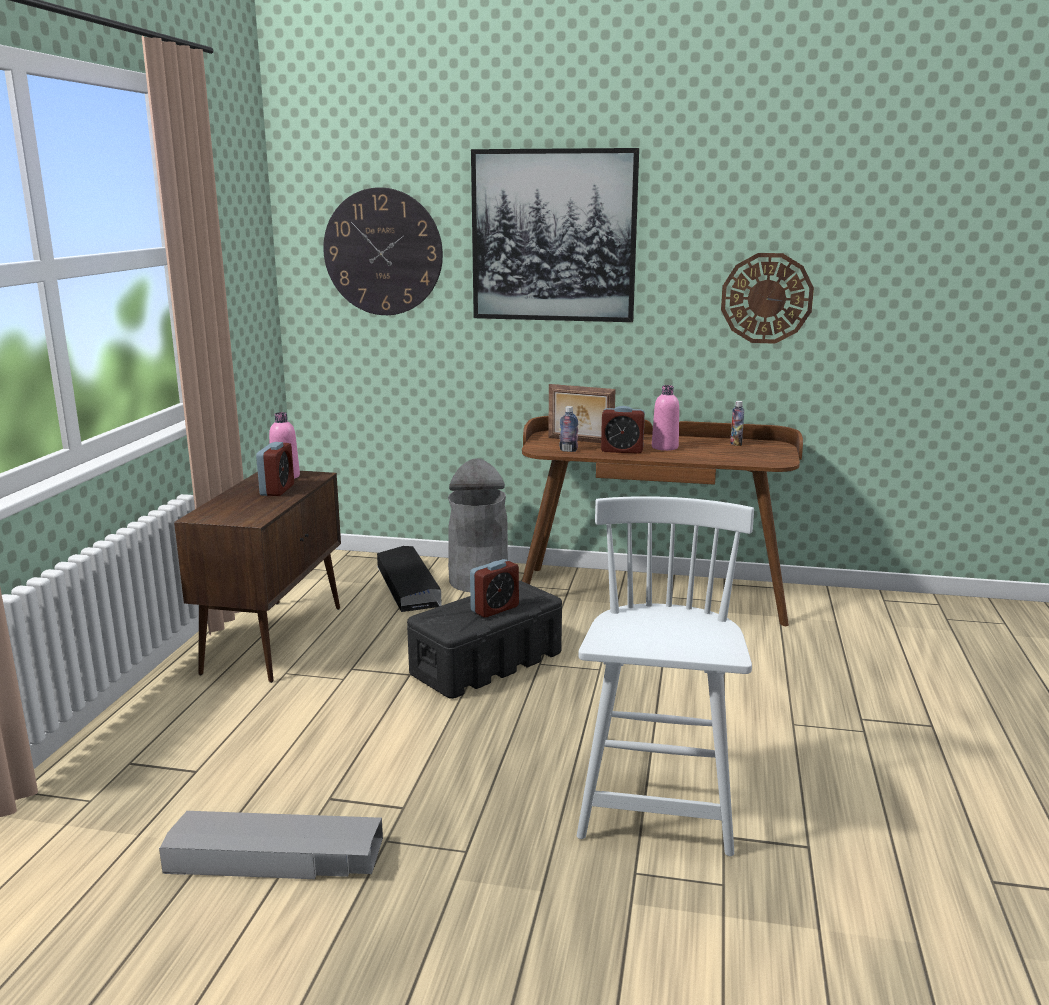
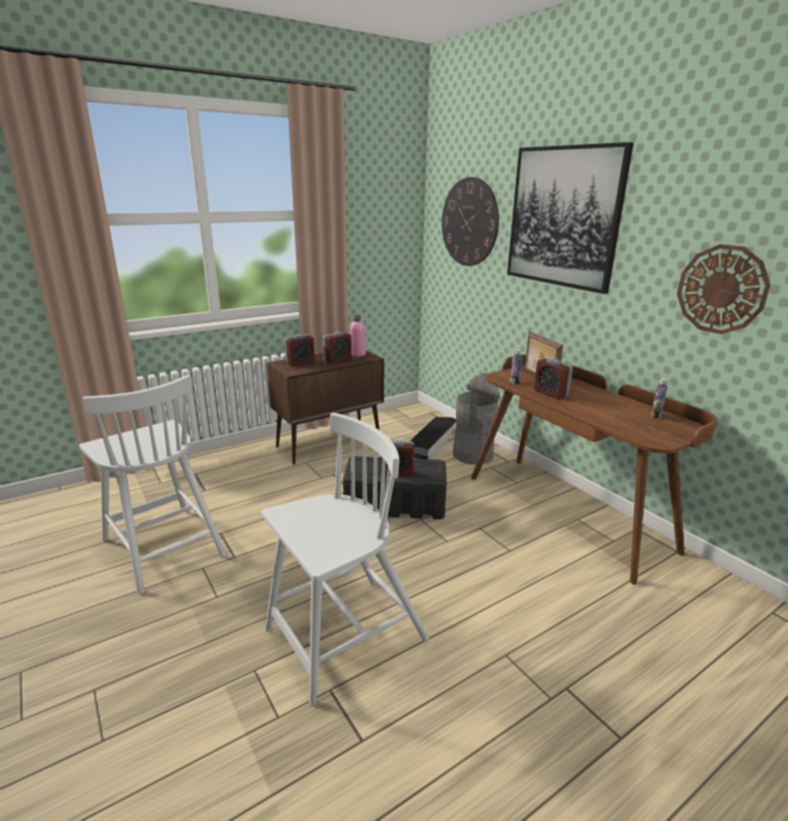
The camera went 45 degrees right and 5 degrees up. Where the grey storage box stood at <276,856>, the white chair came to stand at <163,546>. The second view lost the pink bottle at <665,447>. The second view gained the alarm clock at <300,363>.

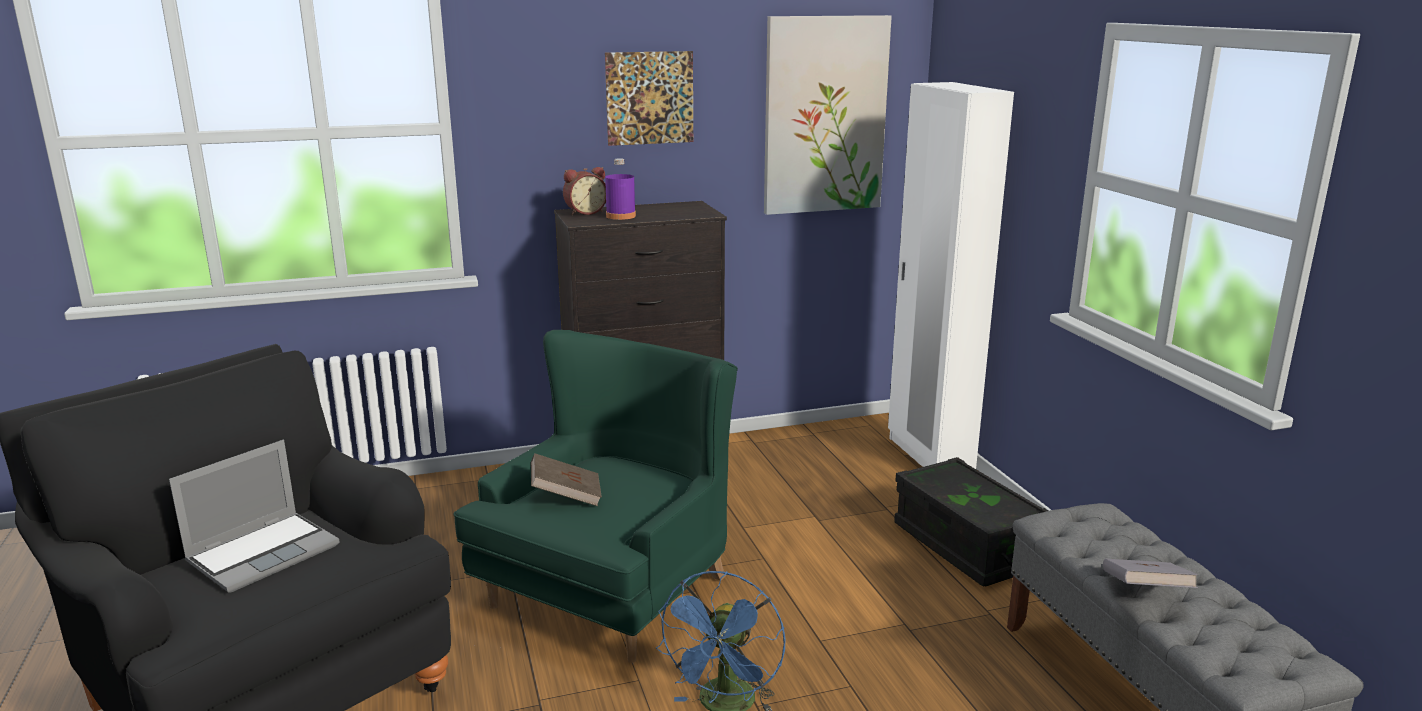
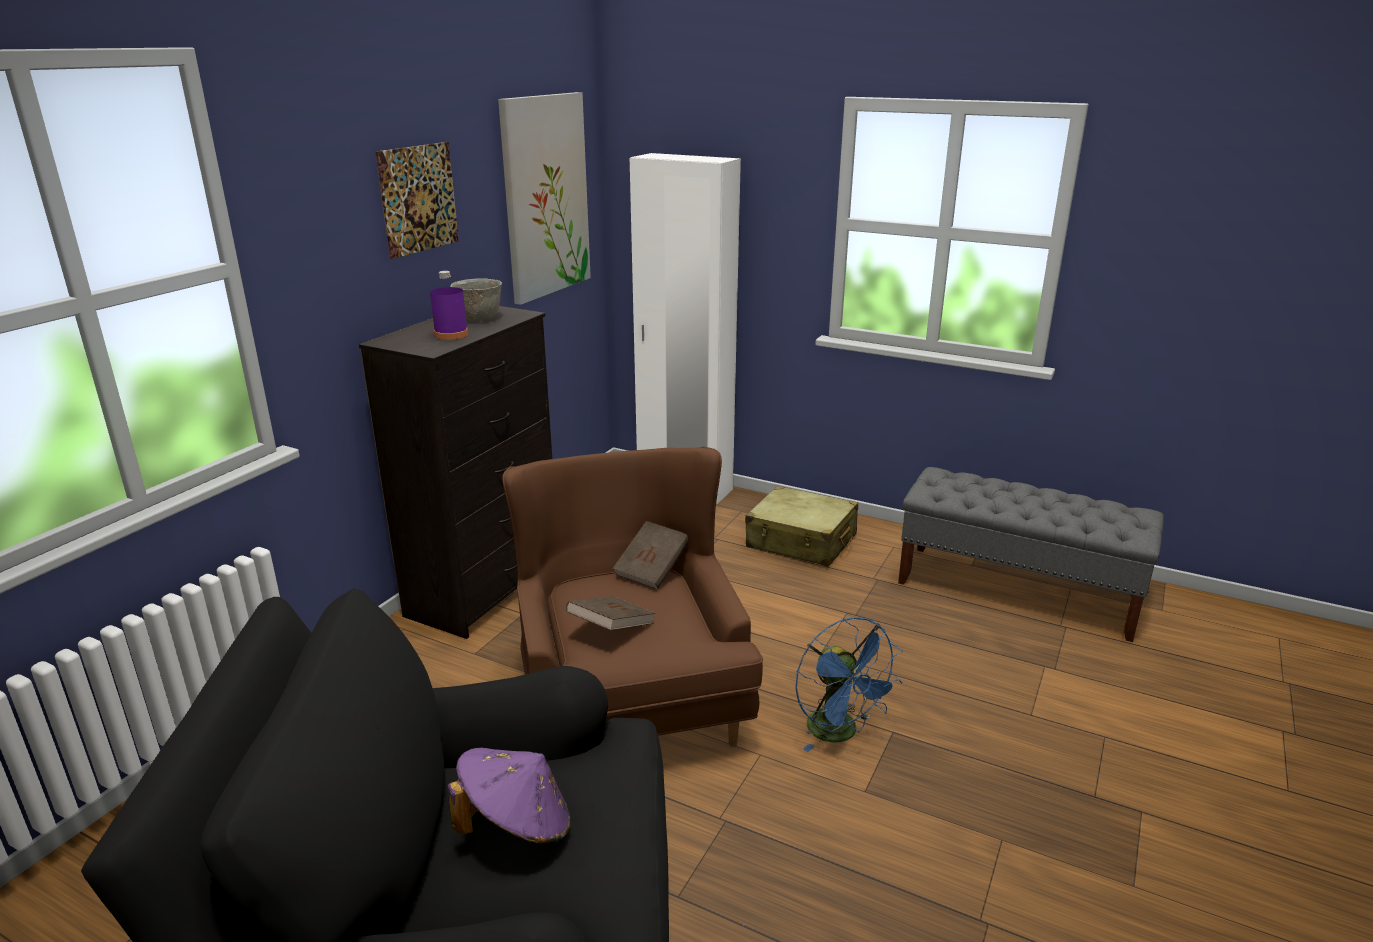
The camera went 45 degrees left and 5 degrees up. Where the laptop stood at <264,552>, the purple hat came to stand at <516,825>. What was the green armchair at <614,587> turned into the brown armchair at <629,700>. The second view lost the alarm clock at <585,212>. Where the black storage box stood at <966,546>, the beige suitcase came to stand at <801,541>. The second view lost the grey book at <1144,592>. The second view gained the grey bowl at <478,319>. The second view gained the brown book at <652,570>.

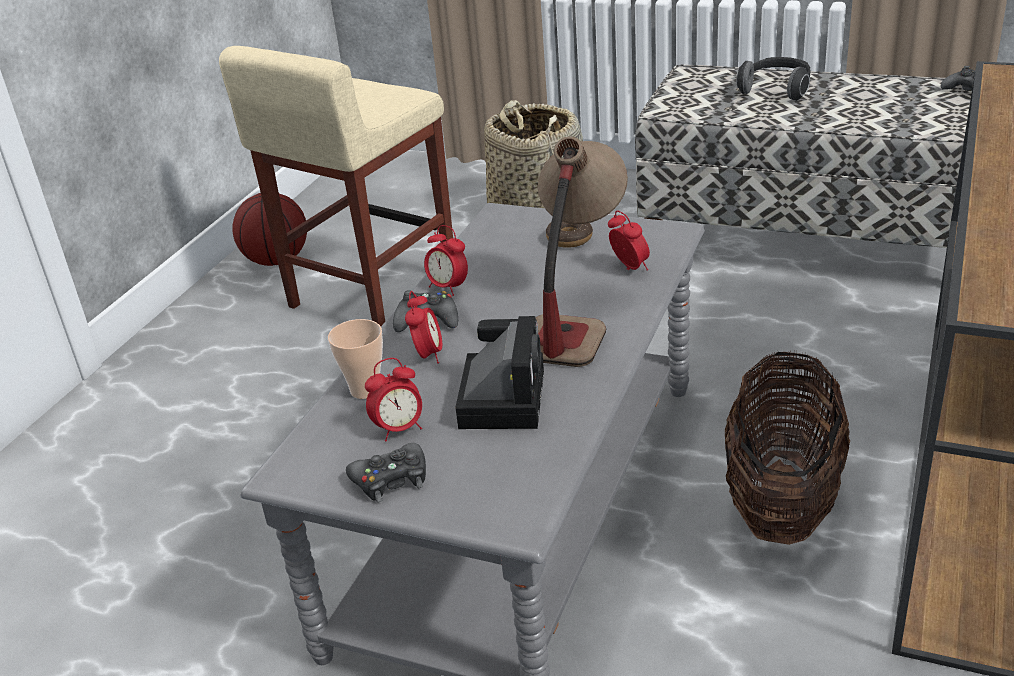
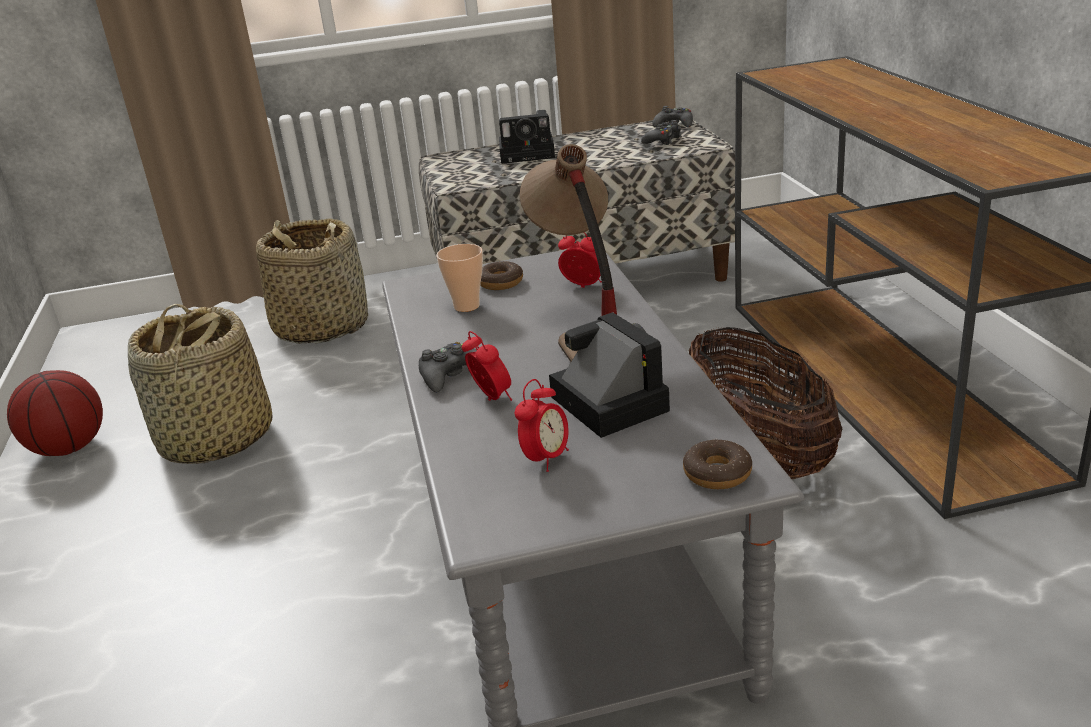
The camera went 35 degrees left and 5 degrees down. Where the beige stool stood at <371,292>, the basket came to stand at <215,440>. The cup ended up elsewhere, having gone from <365,390> to <466,306>. The black game controller ended up elsewhere, having gone from <391,480> to <663,140>. The second view lost the alarm clock at <448,287>. Where the headphones stood at <776,90>, the photo camera came to stand at <530,154>. The second view gained the donut at <717,473>.

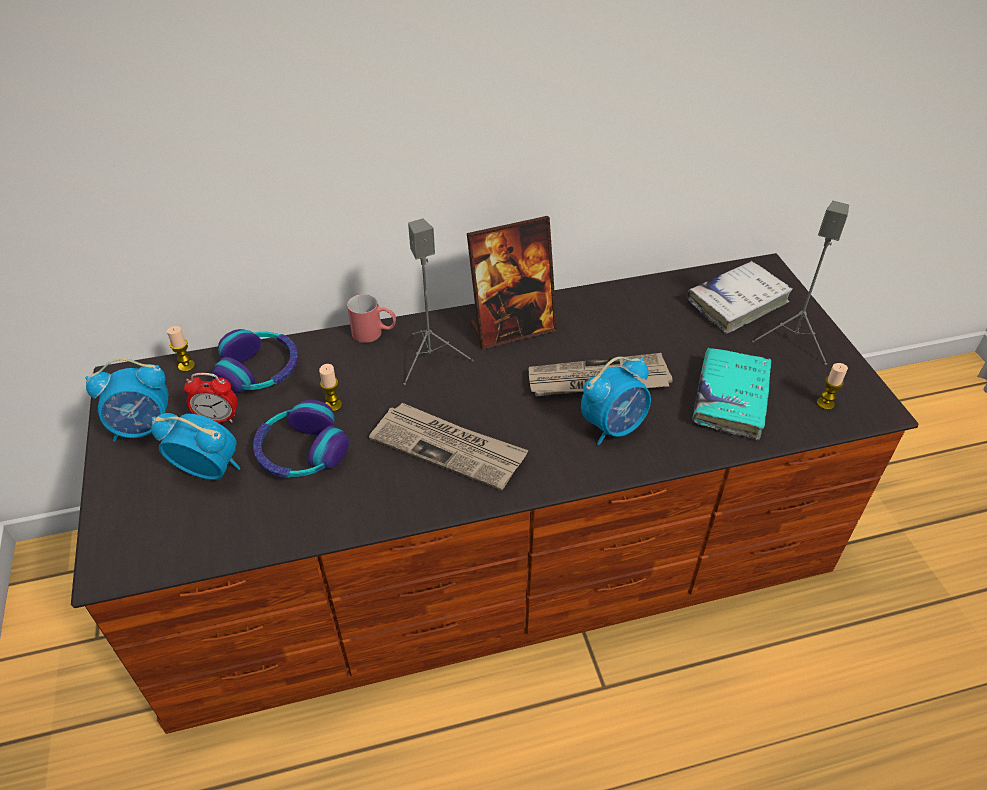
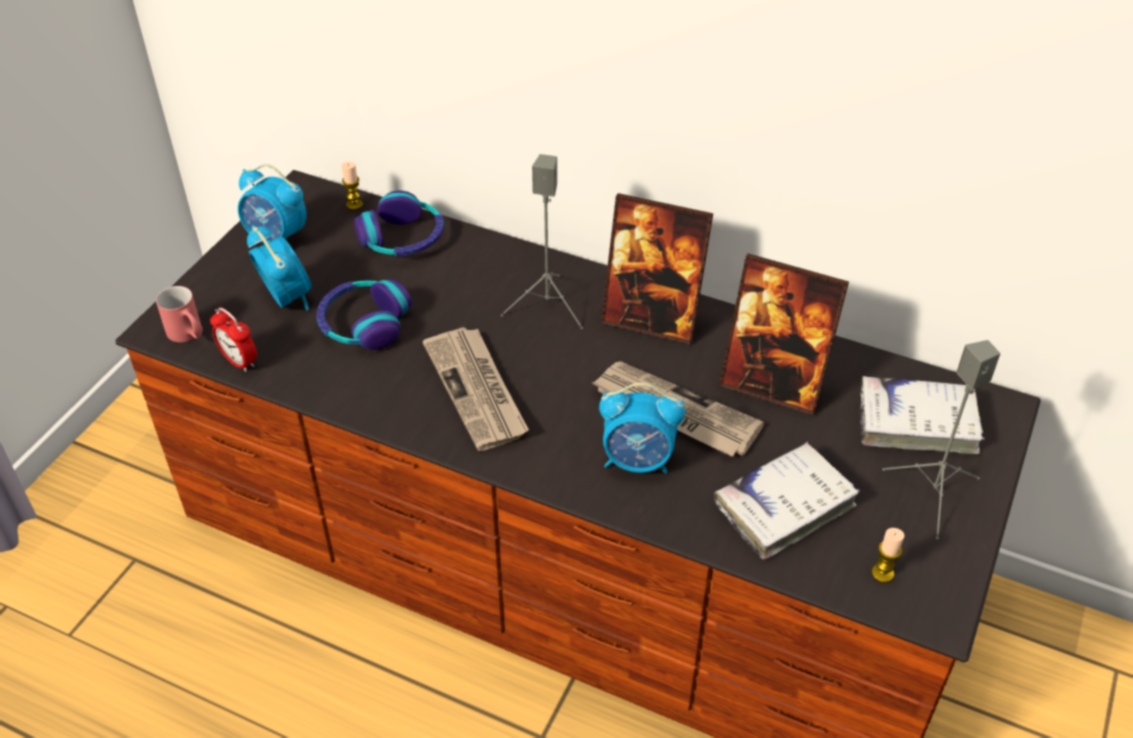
The camera went 40 degrees right and 0 degrees up. The alarm clock ended up elsewhere, having gone from <218,418> to <239,361>. The second view lost the candle at <333,405>. The red mug ended up elsewhere, having gone from <374,333> to <189,335>. What was the turquoise book at <730,399> turned into the white book at <784,507>. The second view gained the picture frame at <773,385>.

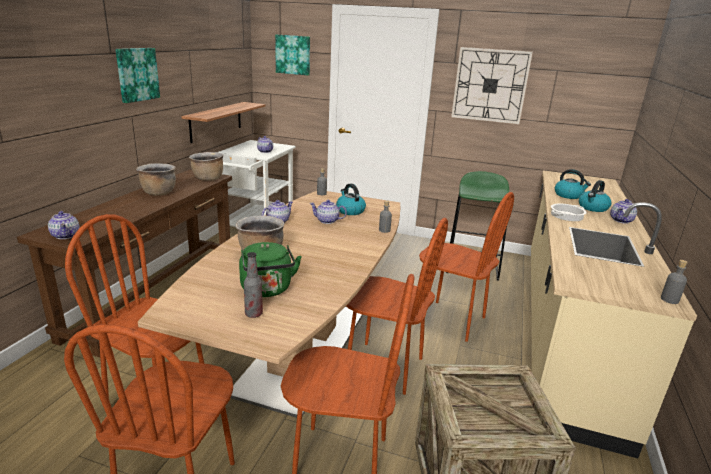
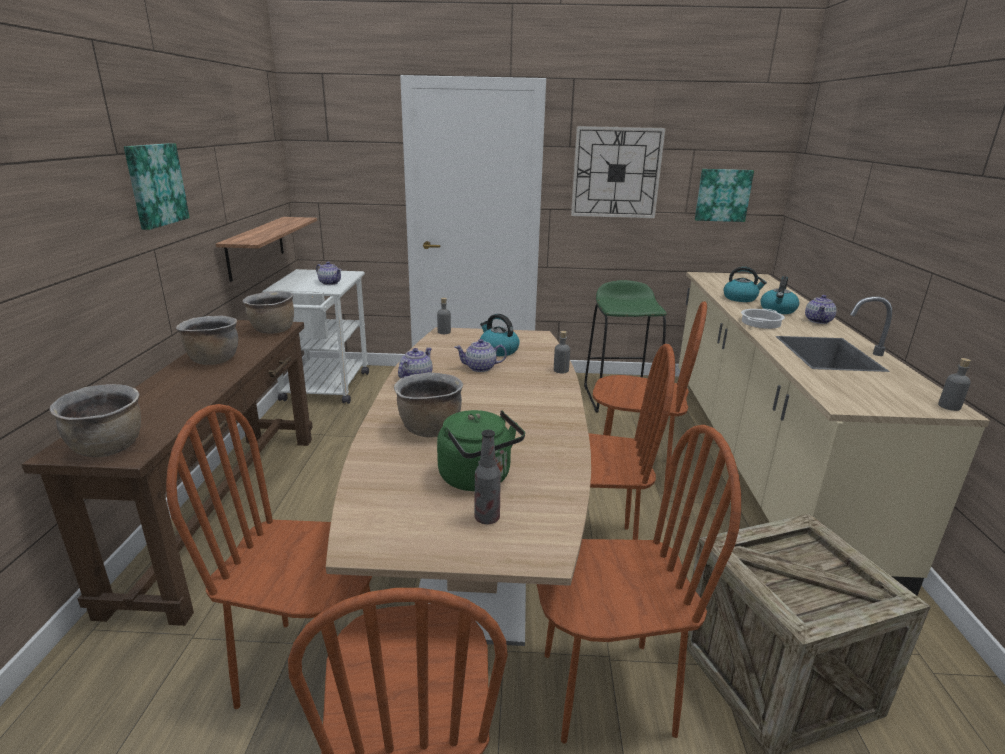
The camera went 15 degrees left and 0 degrees up. Where the teapot stood at <66,235>, the brown cooking pot came to stand at <109,448>. The picture ended up elsewhere, having gone from <293,54> to <722,195>.

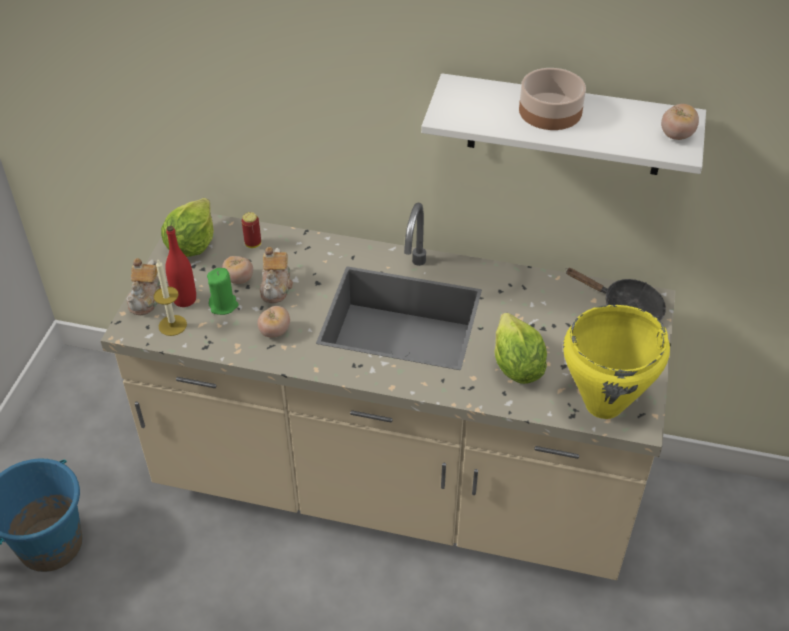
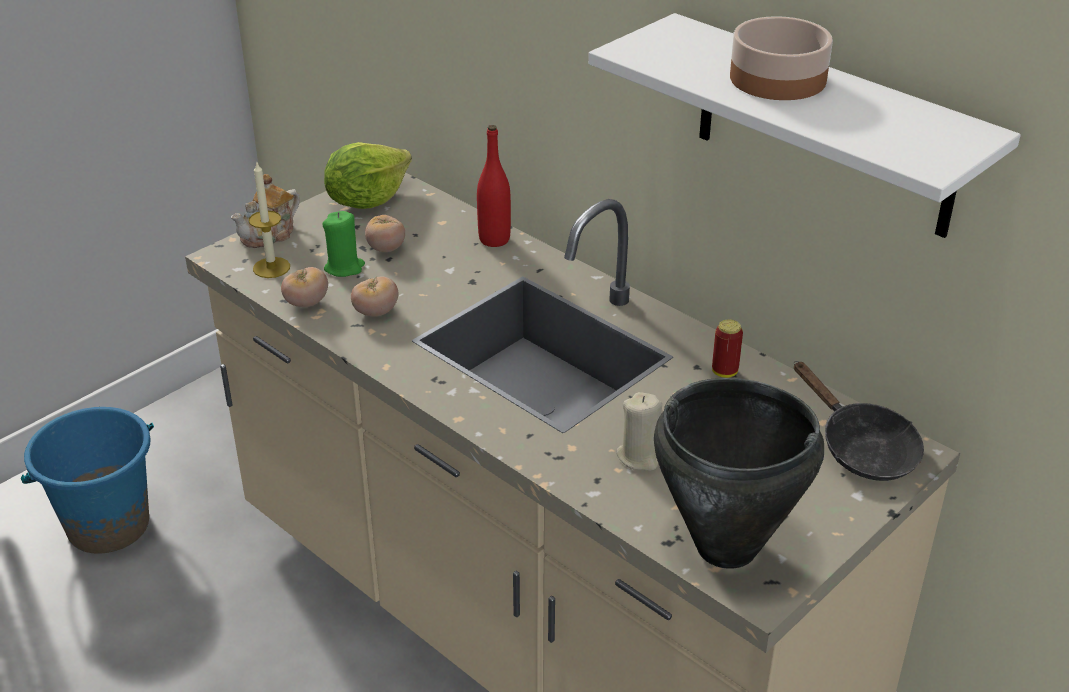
The camera went 30 degrees right and 10 degrees down. The red bottle ended up elsewhere, having gone from <184,299> to <494,239>. The can ended up elsewhere, having gone from <253,244> to <724,372>. The second view lost the teapot at <276,287>. Where the lettuce stood at <516,366>, the beige candle came to stand at <640,457>. What was the yellow cooking pot at <604,404> turned into the black cooking pot at <727,548>. The tomato ended up elsewhere, having gone from <676,135> to <306,303>.

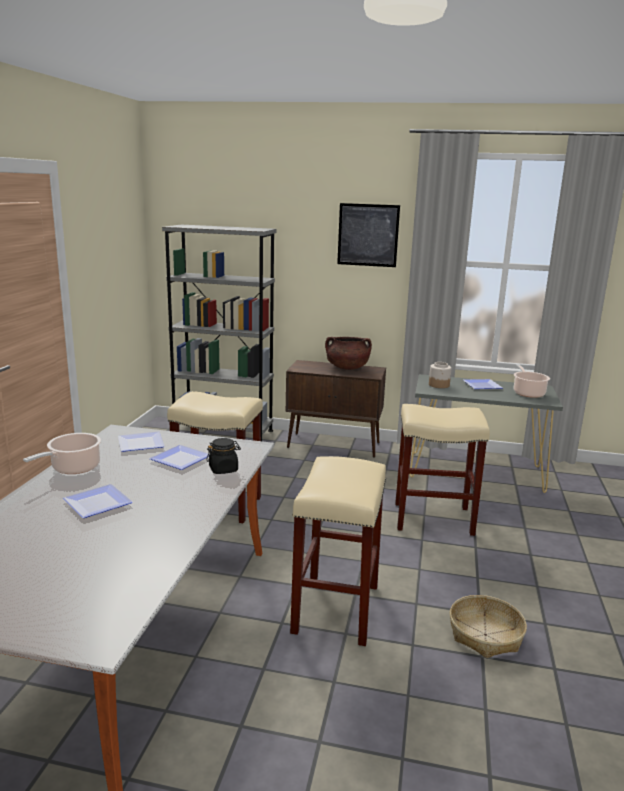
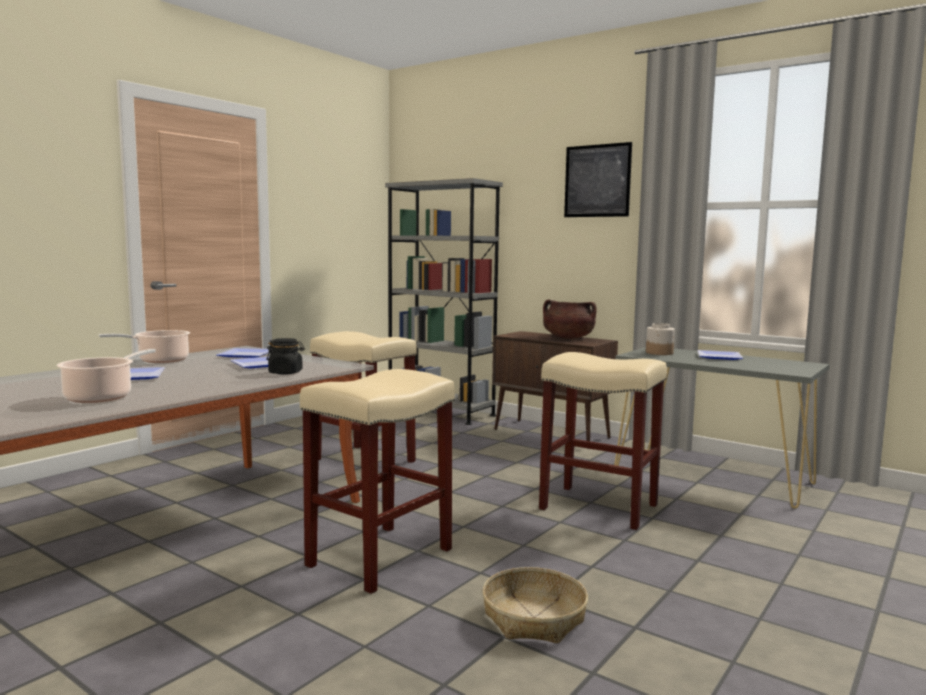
The camera went 25 degrees right and 10 degrees down. The cooking pot ended up elsewhere, having gone from <528,393> to <102,397>.

